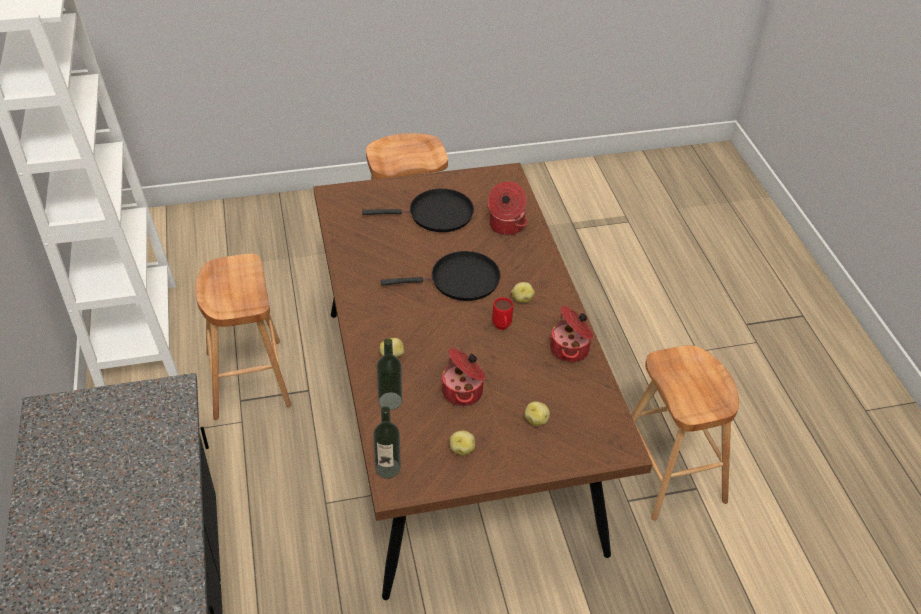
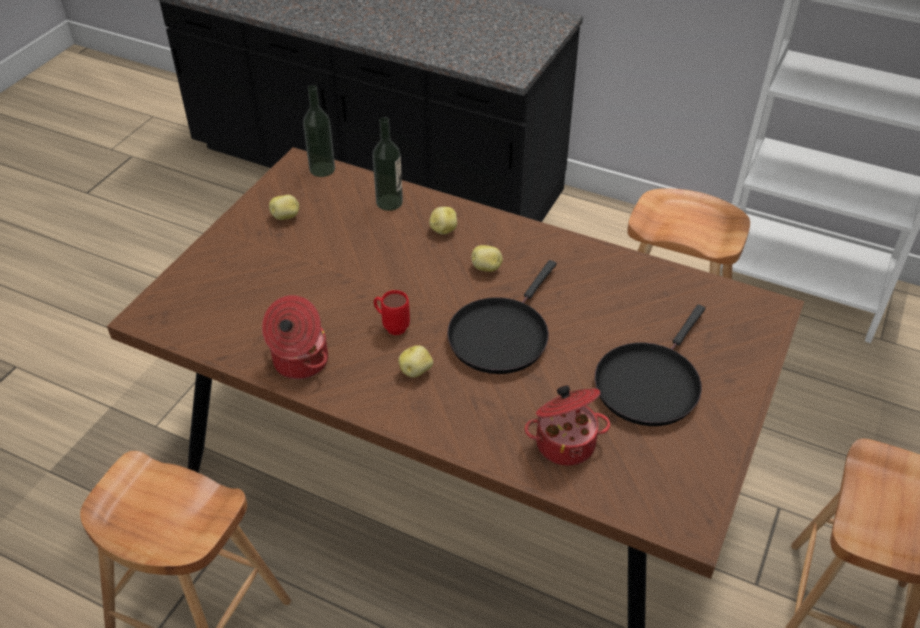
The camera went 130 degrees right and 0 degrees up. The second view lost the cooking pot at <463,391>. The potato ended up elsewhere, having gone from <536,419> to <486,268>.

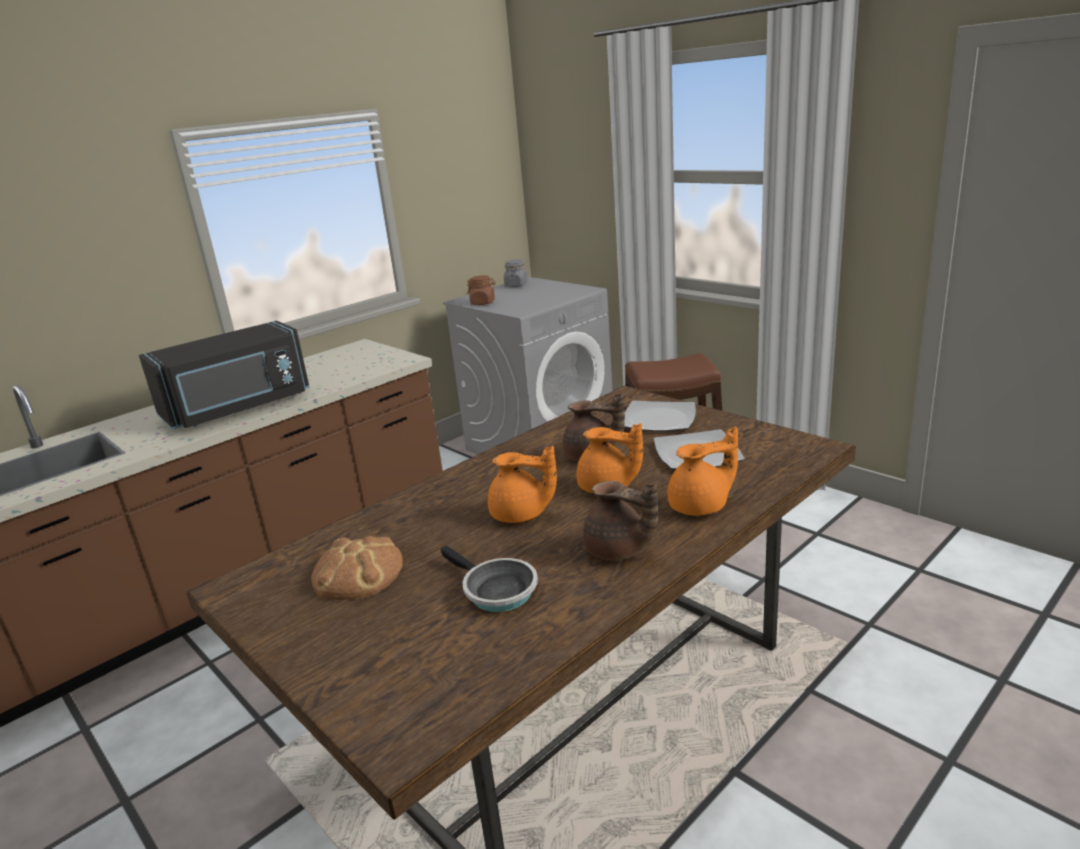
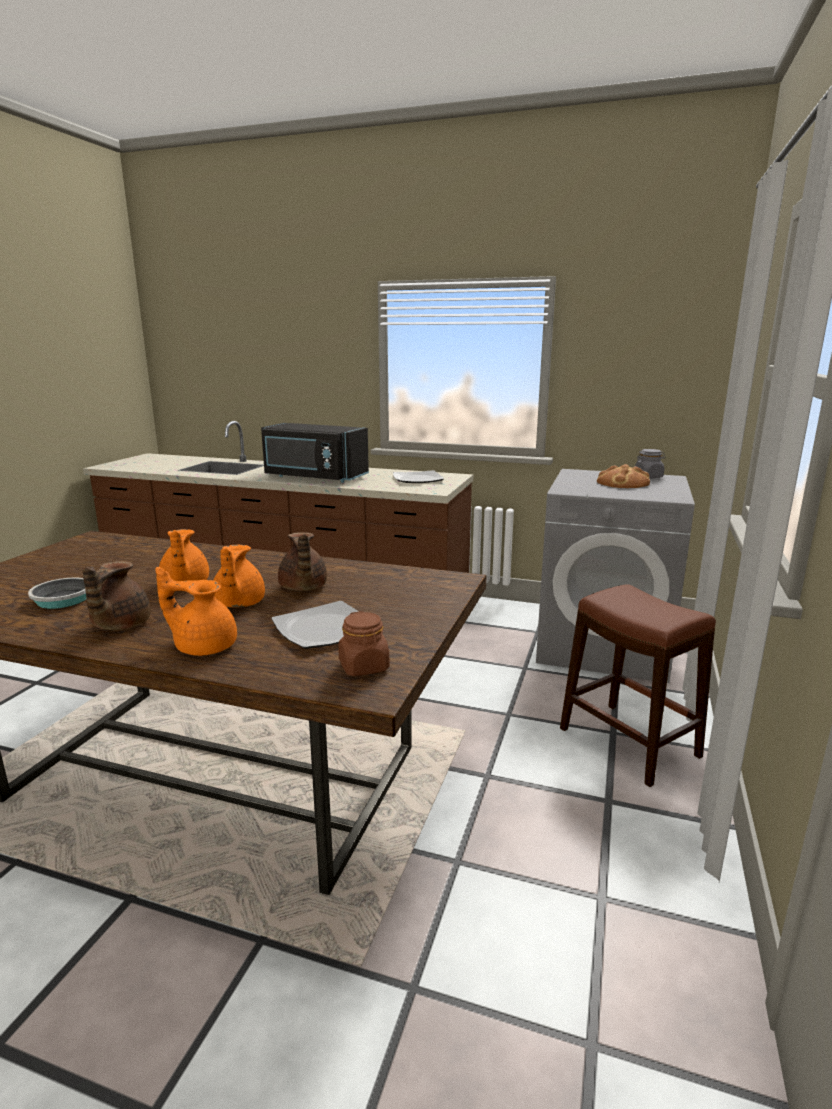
The camera went 60 degrees right and 5 degrees down. The bread ended up elsewhere, having gone from <358,573> to <622,483>. The brown jar ended up elsewhere, having gone from <483,303> to <364,667>. The plate ended up elsewhere, having gone from <658,419> to <418,479>. The orange teapot at <701,506> ended up facing another way, 150 degrees clockwise from before.

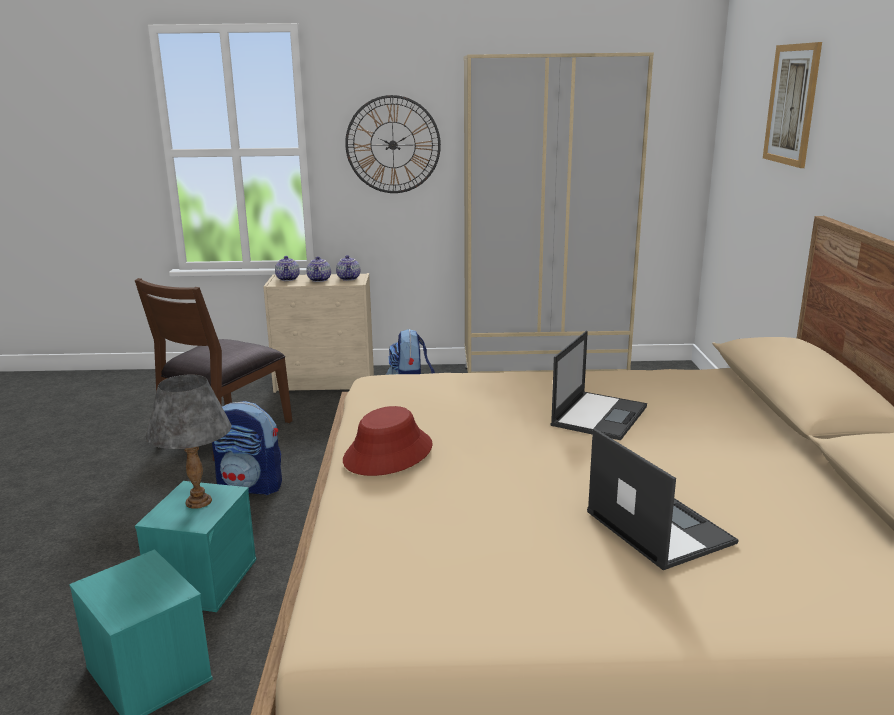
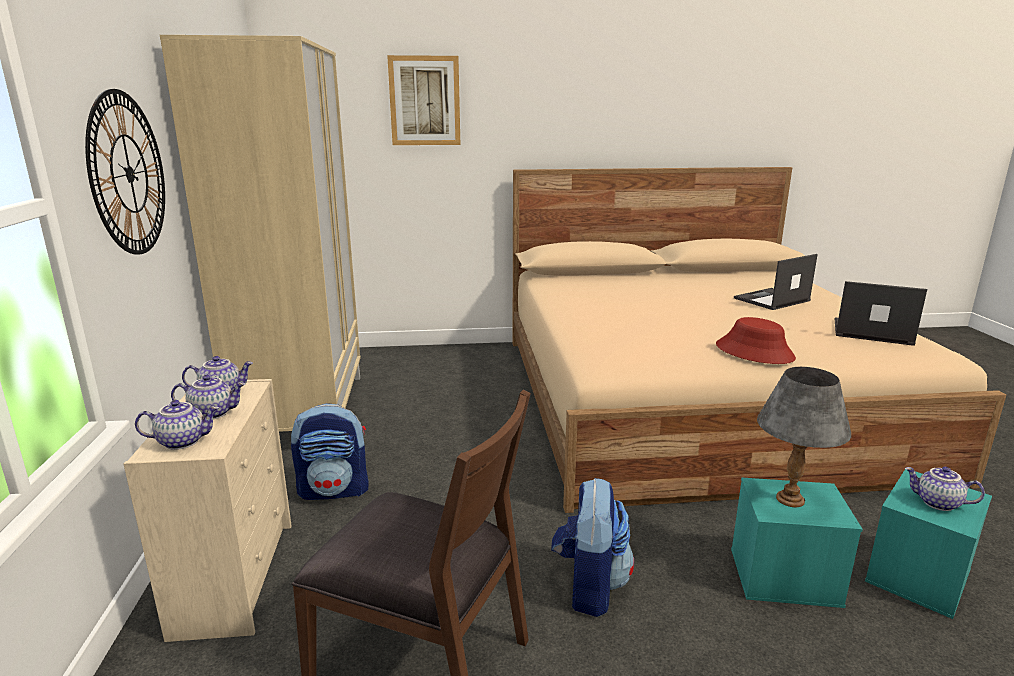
The camera went 95 degrees left and 0 degrees up. The laptop ended up elsewhere, having gone from <599,415> to <871,332>. The second view gained the teapot at <937,503>.

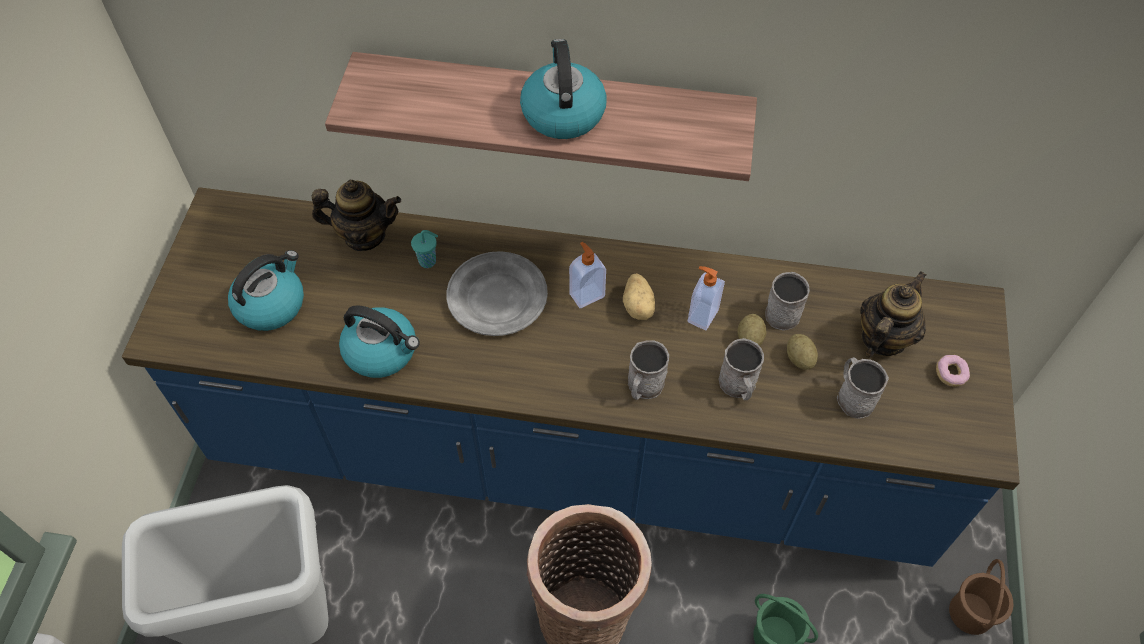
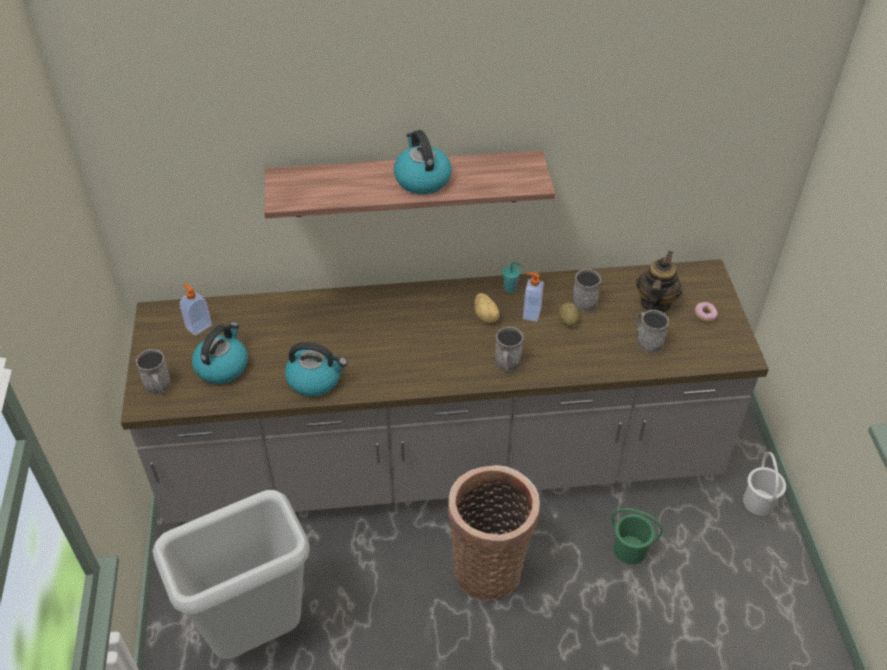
The camera went 15 degrees left and 10 degrees down. What was the blue counter at <572,452> turned into the grey counter at <443,462>. The second view lost the teapot at <364,235>. The turquoise cup ended up elsewhere, having gone from <428,261> to <511,288>. The second view lost the grey plate at <497,296>. The soap dispenser ended up elsewhere, having gone from <586,294> to <198,326>. The grey mug ended up elsewhere, having gone from <738,386> to <158,386>. The second view lost the potato at <799,358>. What was the brown bucket at <971,612> turned into the white bucket at <759,501>.

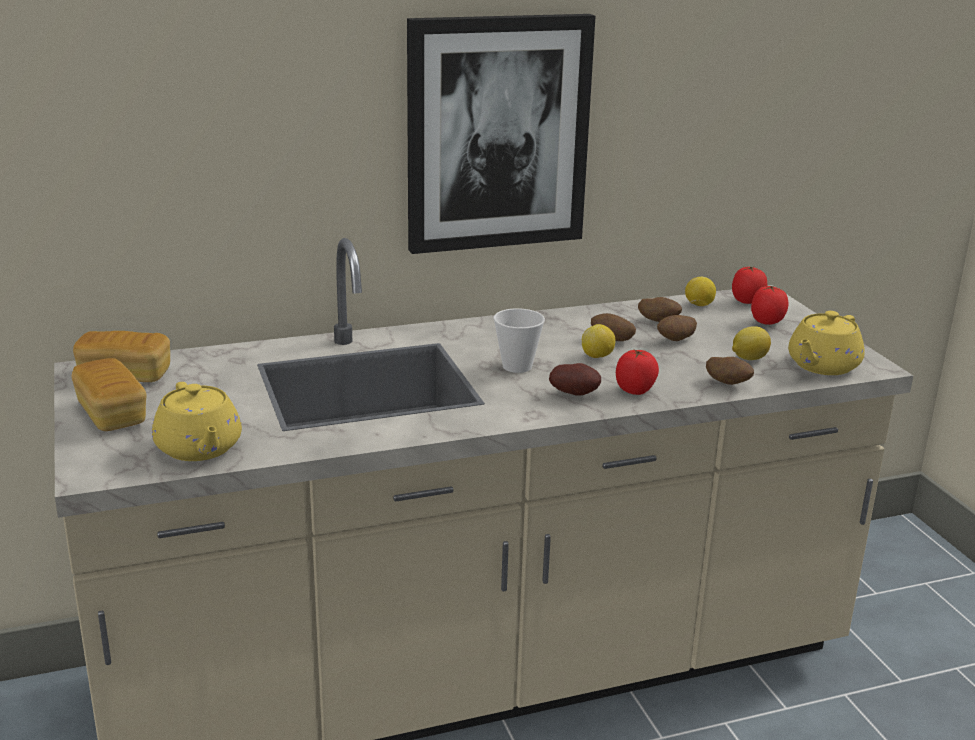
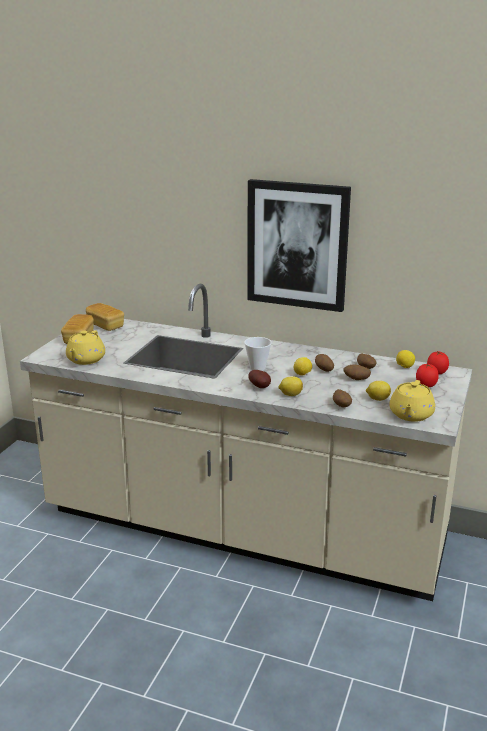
The camera went 40 degrees right and 0 degrees up. Where the tomato stood at <635,391>, the lemon came to stand at <290,394>. The yellow teapot at <822,366> ended up facing another way, 60 degrees counterclockwise from before.

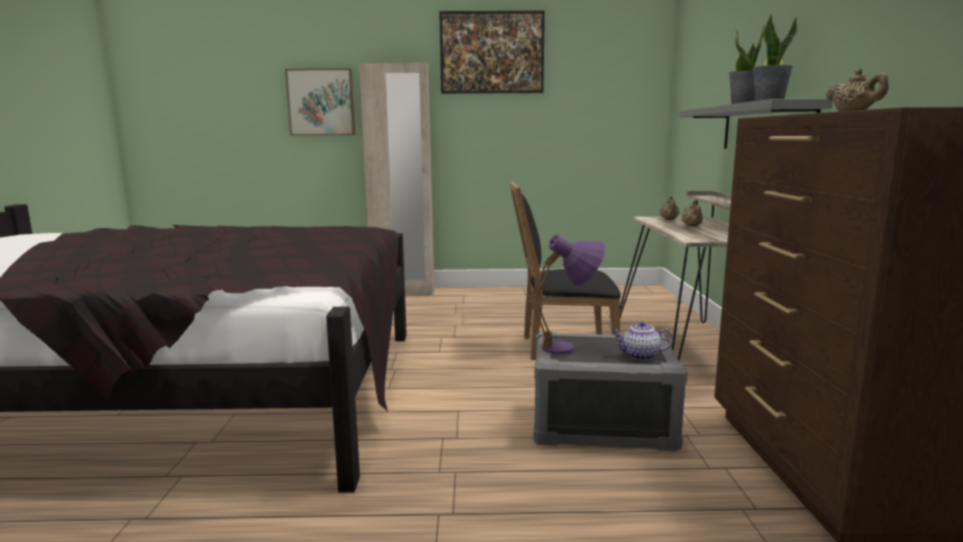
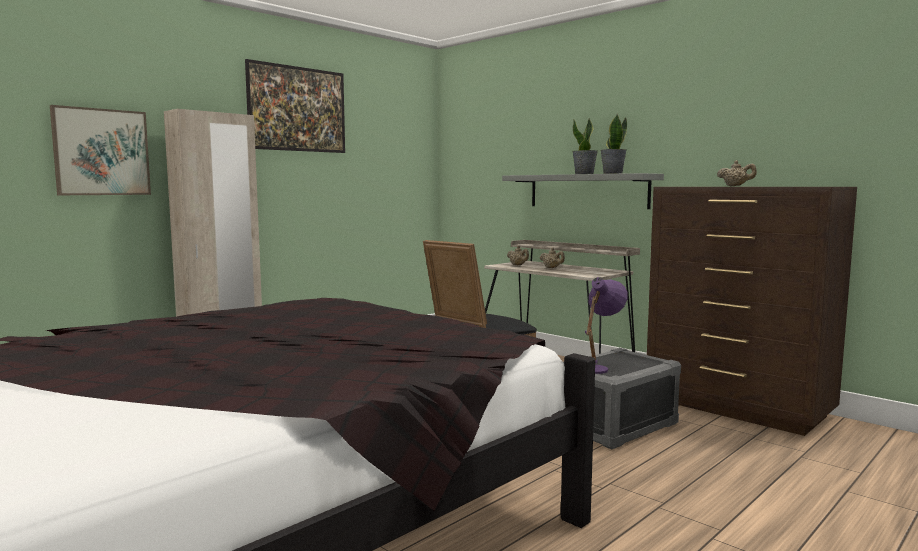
The camera went 45 degrees left and 5 degrees down. The second view lost the teapot at <640,356>.

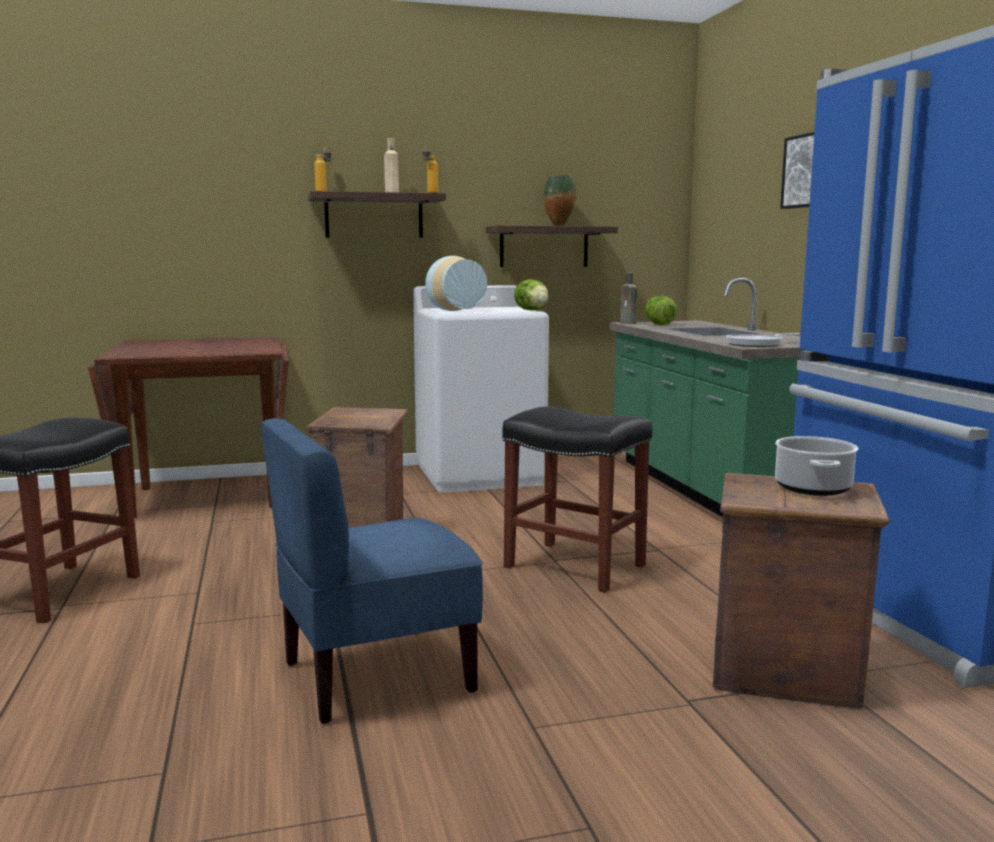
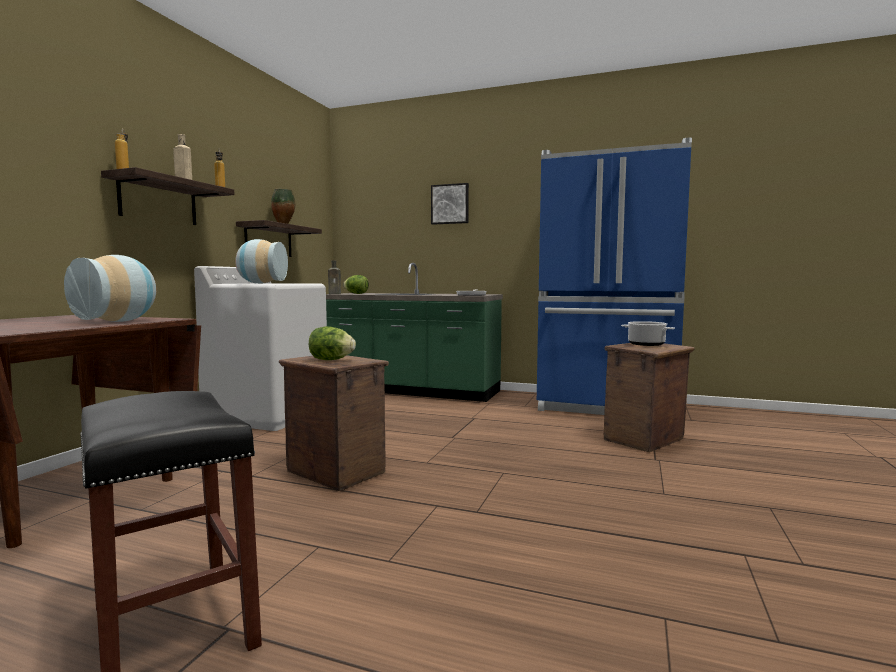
The camera went 55 degrees left and 5 degrees down. The second view lost the blue chair at <376,676>. The second view lost the black stool at <577,566>. The lettuce ended up elsewhere, having gone from <532,310> to <331,360>. The second view gained the vase at <118,321>.

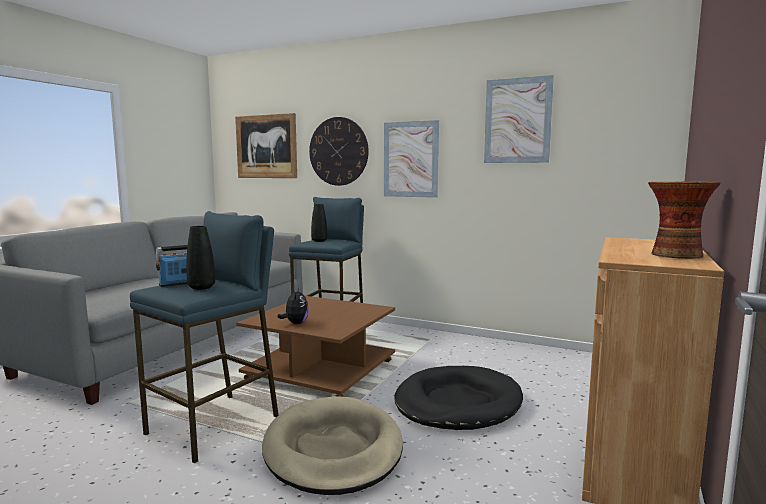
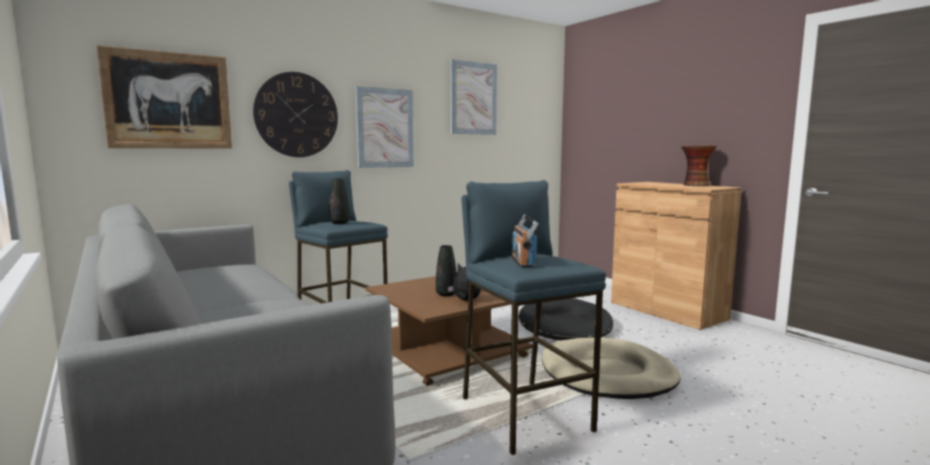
The camera went 60 degrees left and 0 degrees up. The black vase ended up elsewhere, having gone from <201,287> to <446,294>.

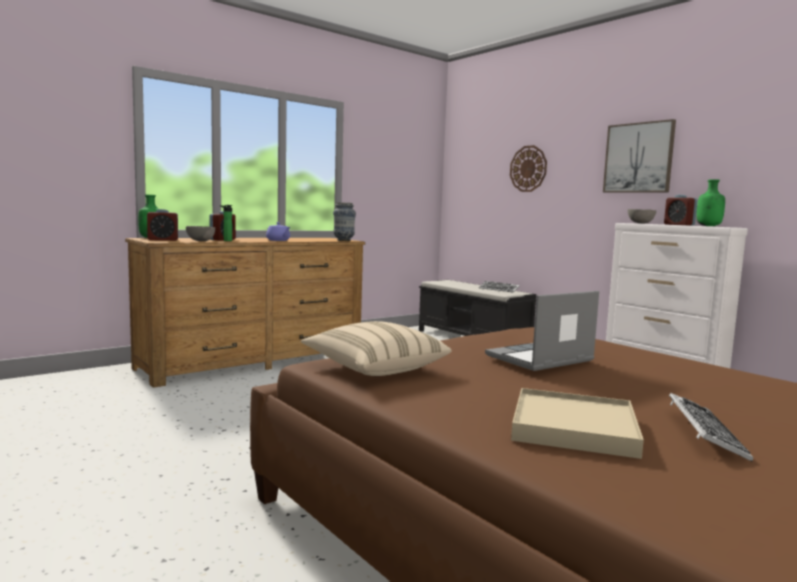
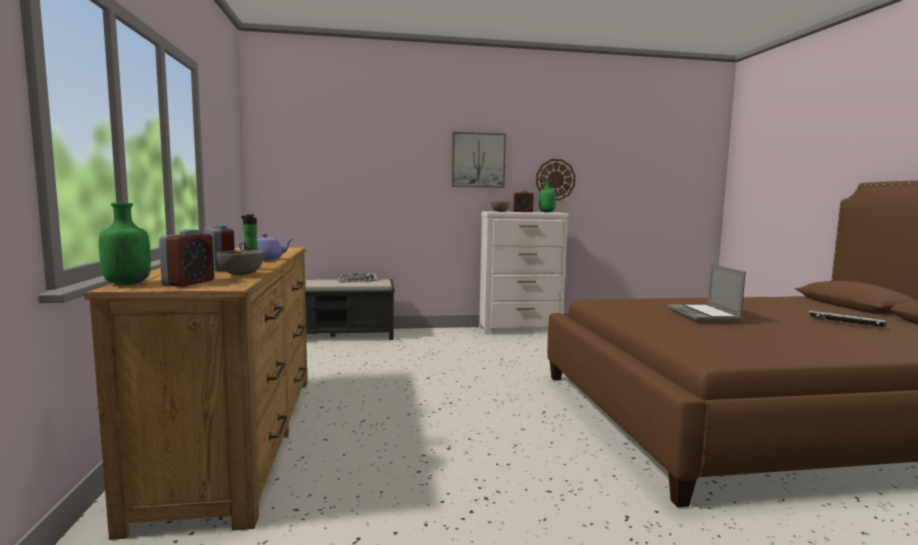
The camera went 60 degrees left and 0 degrees up. The second view lost the beige pillow at <374,368>. The second view lost the vase at <343,240>. The wall clock ended up elsewhere, having gone from <528,168> to <555,179>. The second view lost the beige tray at <573,428>.

